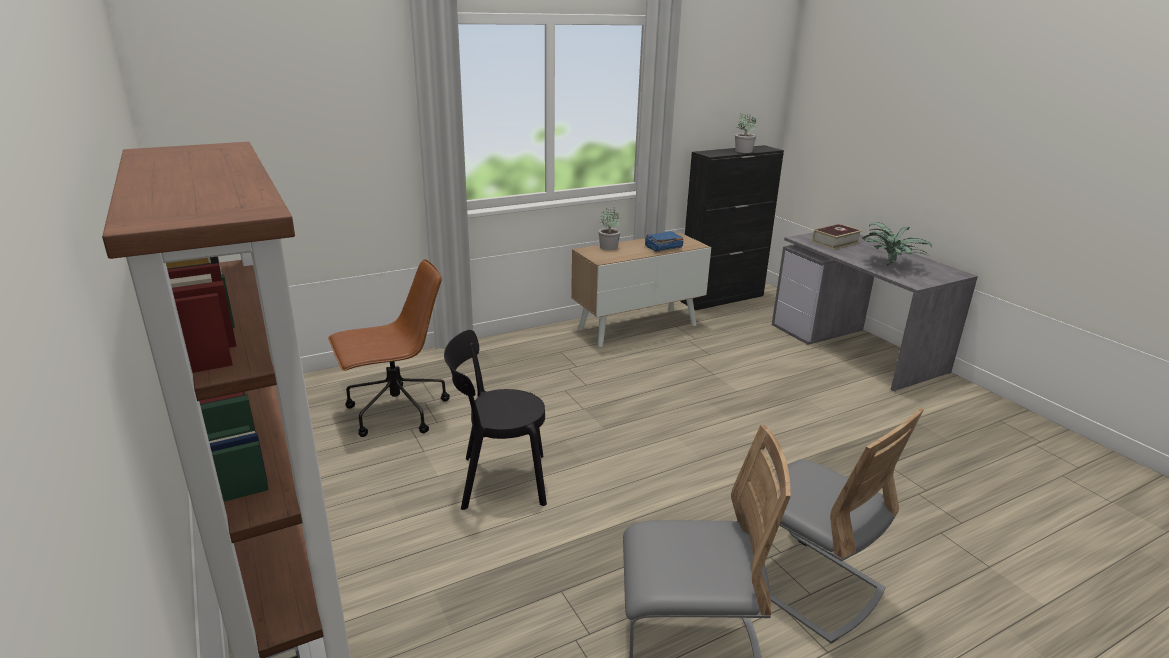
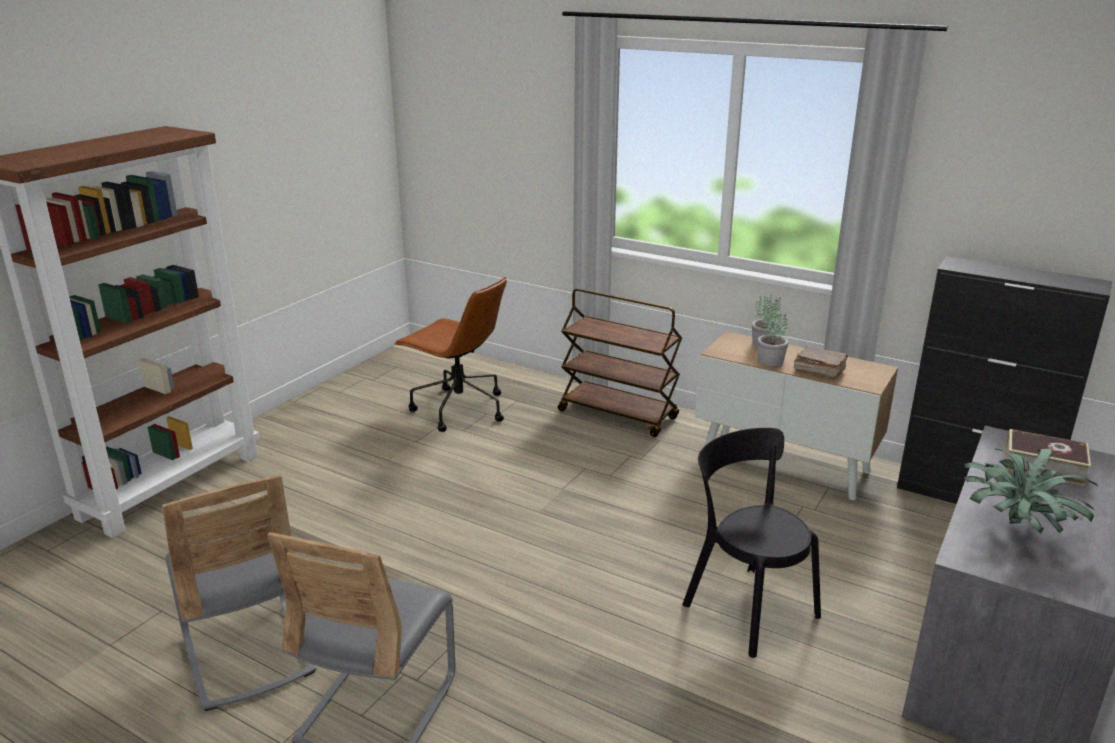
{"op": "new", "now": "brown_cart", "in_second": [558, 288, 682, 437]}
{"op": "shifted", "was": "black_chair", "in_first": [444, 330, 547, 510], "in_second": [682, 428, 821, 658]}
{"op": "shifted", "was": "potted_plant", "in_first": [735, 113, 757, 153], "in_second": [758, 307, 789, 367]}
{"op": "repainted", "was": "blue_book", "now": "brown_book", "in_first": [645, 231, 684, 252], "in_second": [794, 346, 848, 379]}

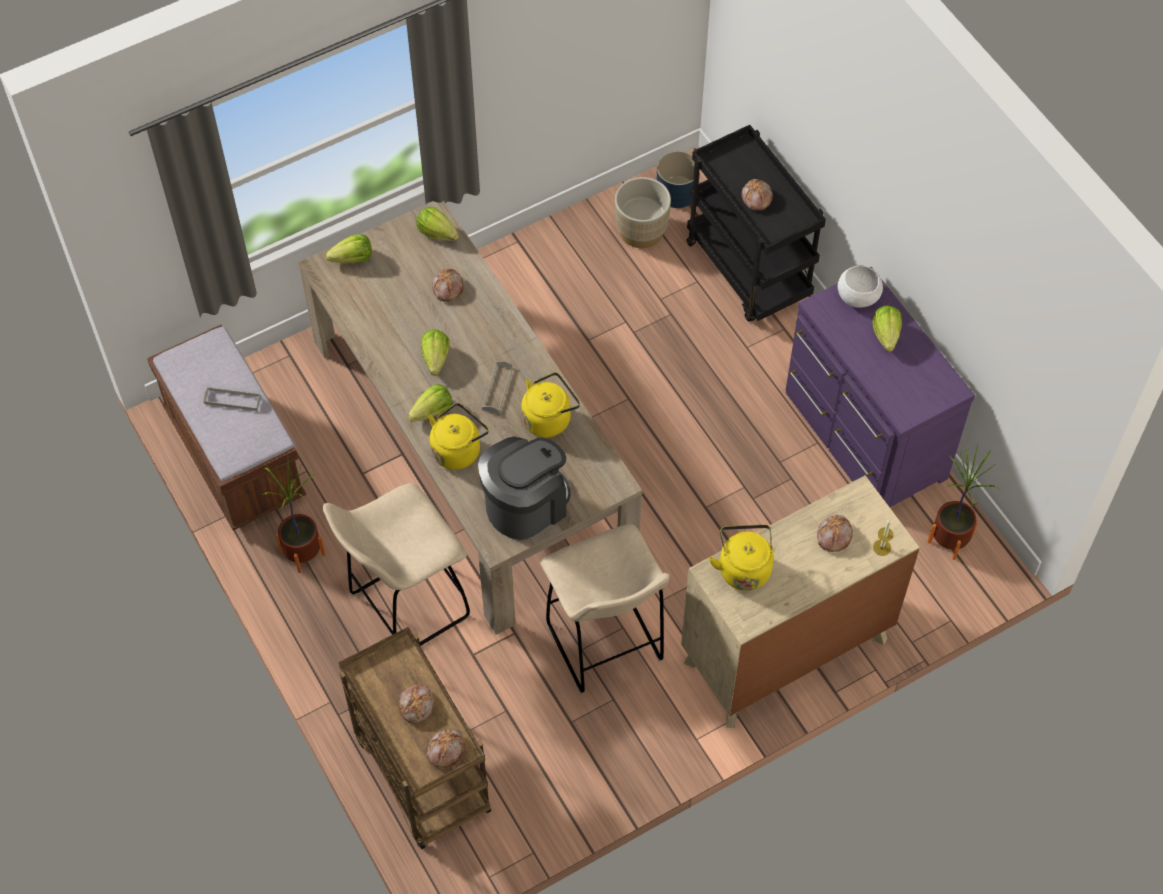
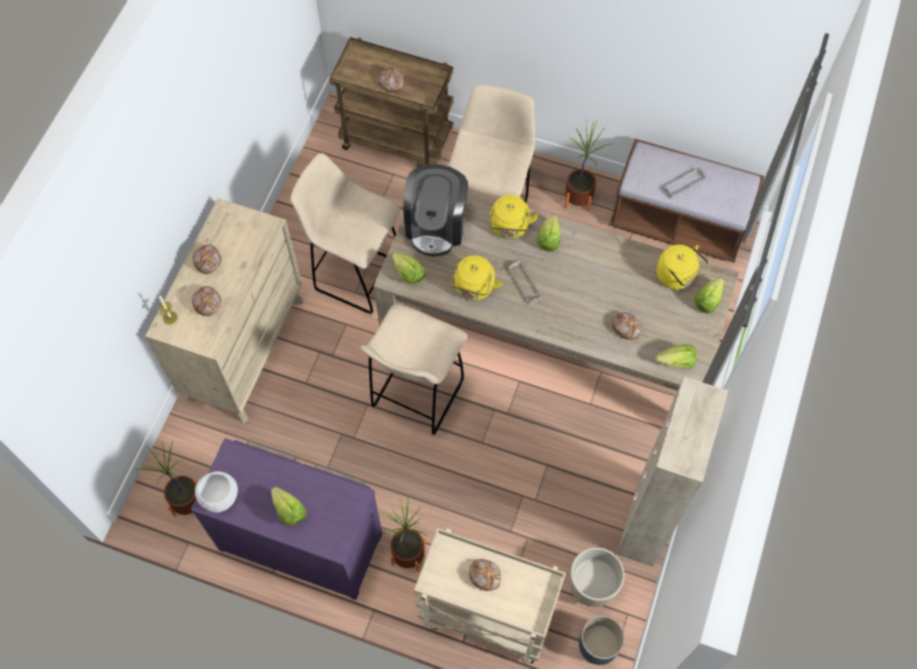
{"op": "new", "now": "beige_stool", "in_second": [361, 303, 468, 436]}
{"op": "new", "now": "potted_plant", "in_second": [381, 496, 427, 572]}
{"op": "new", "now": "beige_cabinet", "in_second": [617, 377, 728, 567]}
{"op": "shifted", "was": "lettuce", "in_first": [421, 329, 450, 375], "in_second": [392, 252, 425, 284]}
{"op": "shifted", "was": "bread", "in_first": [427, 729, 465, 768], "in_second": [193, 244, 221, 274]}
{"op": "shifted", "was": "yellow_kettle", "in_first": [709, 525, 774, 591], "in_second": [656, 245, 709, 290]}
{"op": "shifted", "was": "white_bowl", "in_first": [838, 266, 883, 308], "in_second": [195, 471, 238, 513]}
{"op": "repainted", "was": "black_cart", "now": "beige_cart", "in_first": [686, 125, 826, 322], "in_second": [414, 528, 566, 664]}

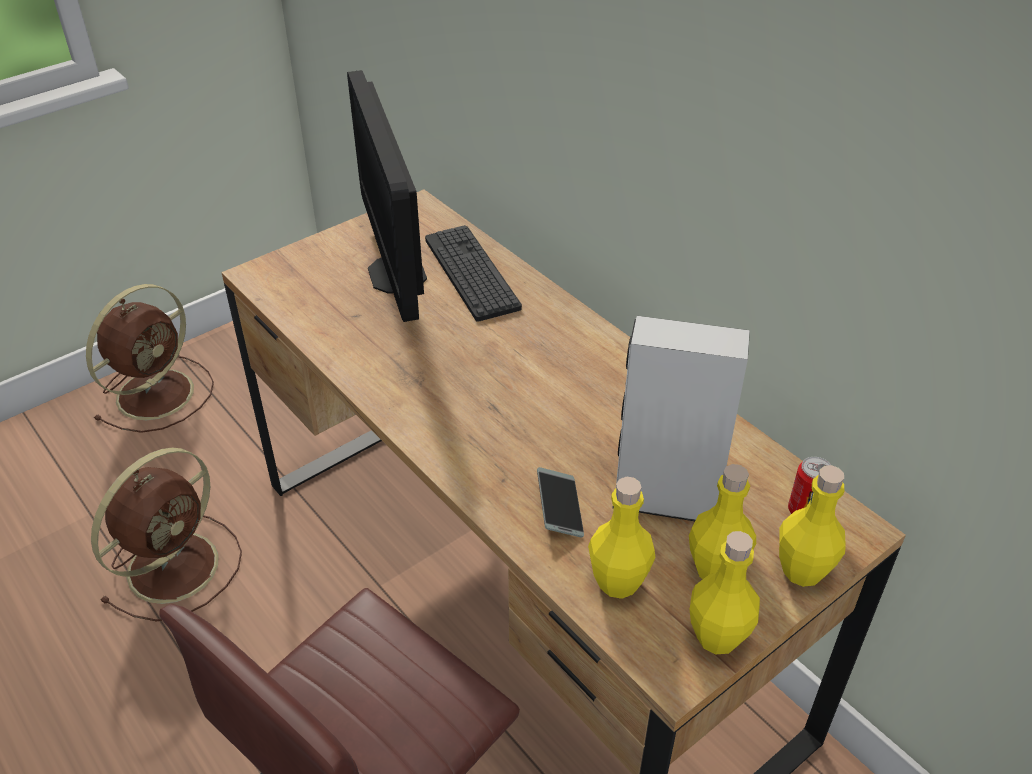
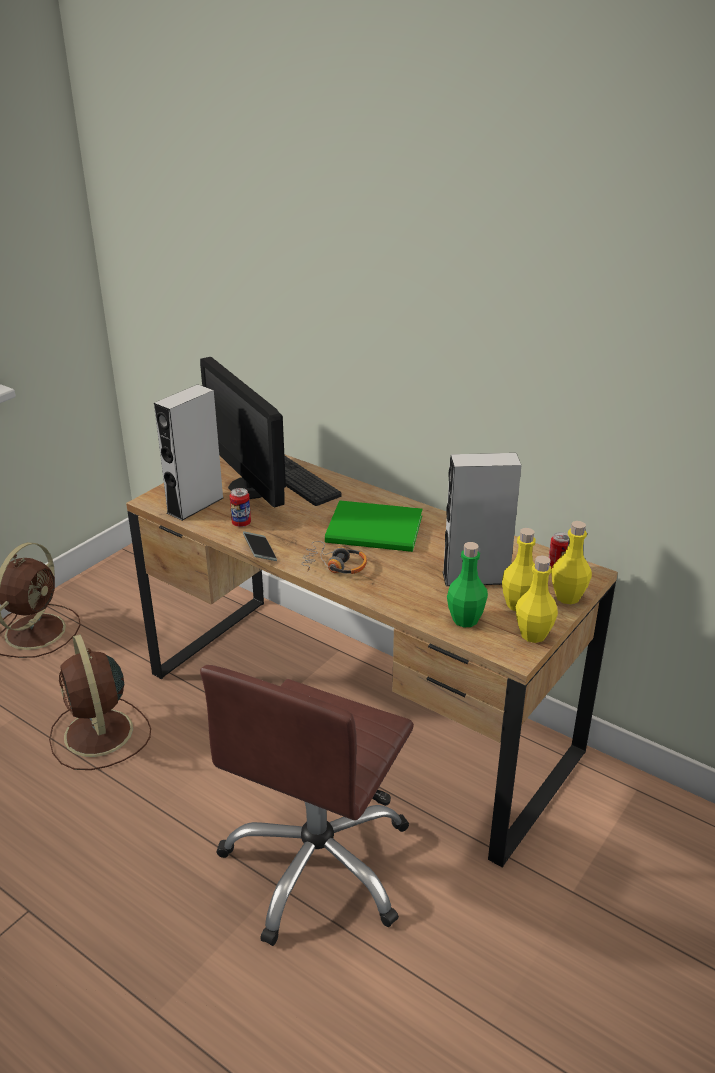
{"op": "new", "now": "grey_speaker", "in_second": [154, 384, 224, 521]}
{"op": "new", "now": "can", "in_second": [230, 488, 251, 527]}
{"op": "new", "now": "headphones", "in_second": [302, 541, 367, 574]}
{"op": "new", "now": "green_book", "in_second": [325, 500, 423, 552]}
{"op": "shifted", "was": "phone", "in_first": [537, 467, 584, 538], "in_second": [243, 531, 277, 561]}
{"op": "repainted", "was": "yellow_bottle", "now": "green_bottle", "in_first": [588, 477, 656, 599], "in_second": [447, 542, 488, 627]}
{"op": "rotated", "was": "brown_fan", "in_first": [91, 448, 242, 621], "in_second": [49, 634, 151, 770], "clockwise": 135}

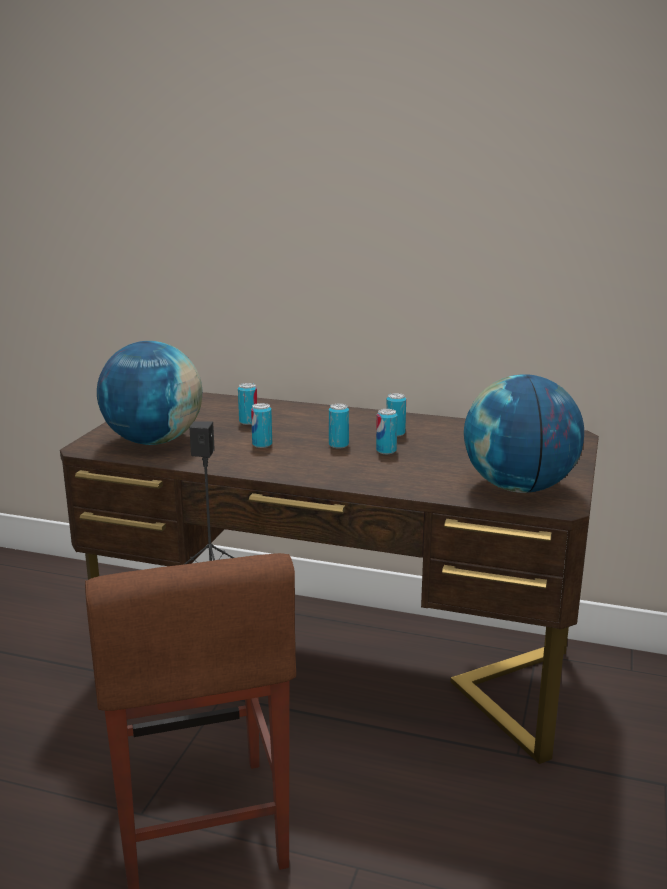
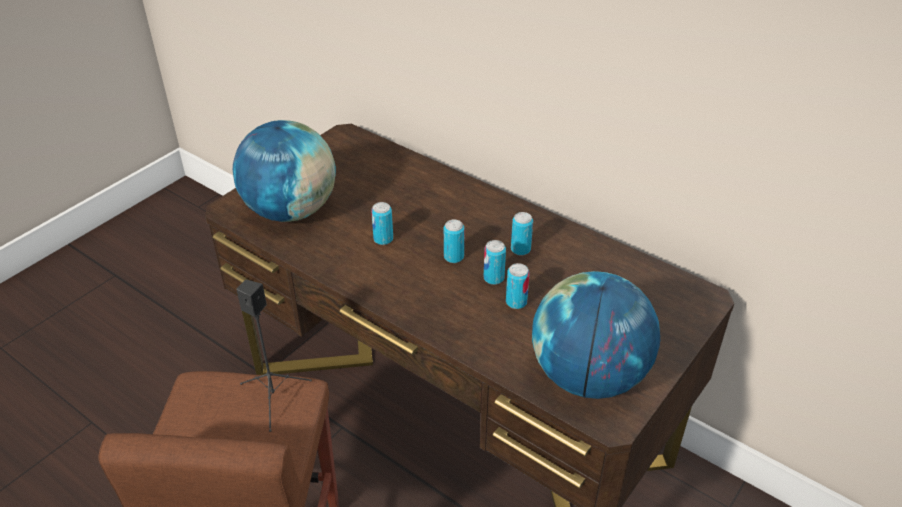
{"op": "shifted", "was": "can", "in_first": [238, 383, 257, 425], "in_second": [506, 263, 530, 309]}

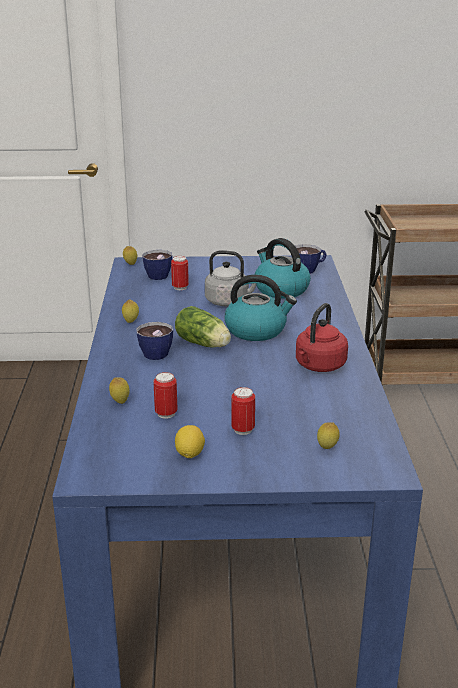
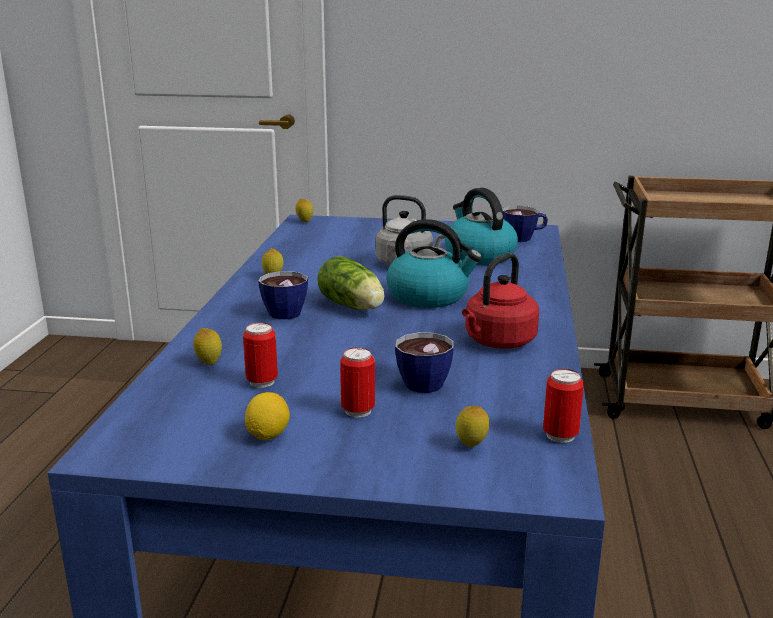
{"op": "shifted", "was": "cup", "in_first": [142, 250, 172, 280], "in_second": [395, 332, 454, 393]}
{"op": "shifted", "was": "can", "in_first": [171, 256, 189, 290], "in_second": [543, 369, 584, 443]}

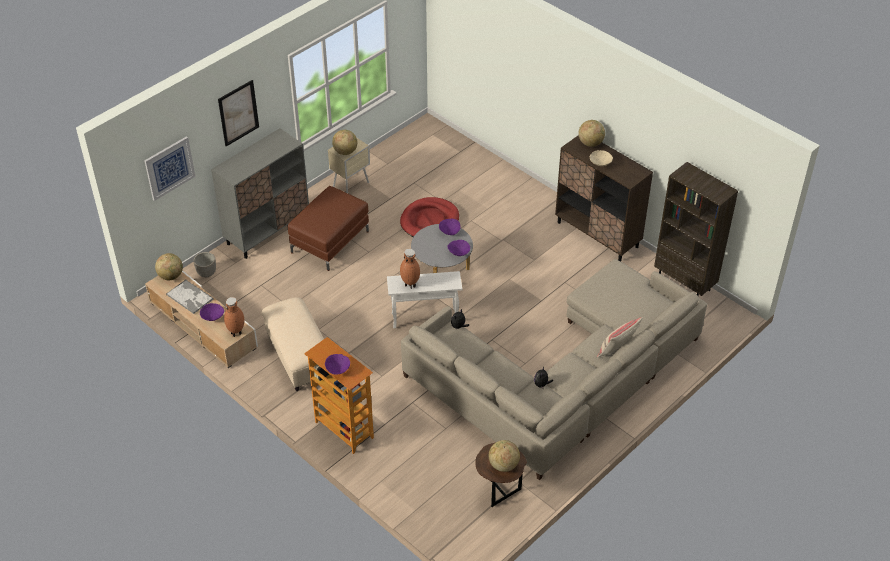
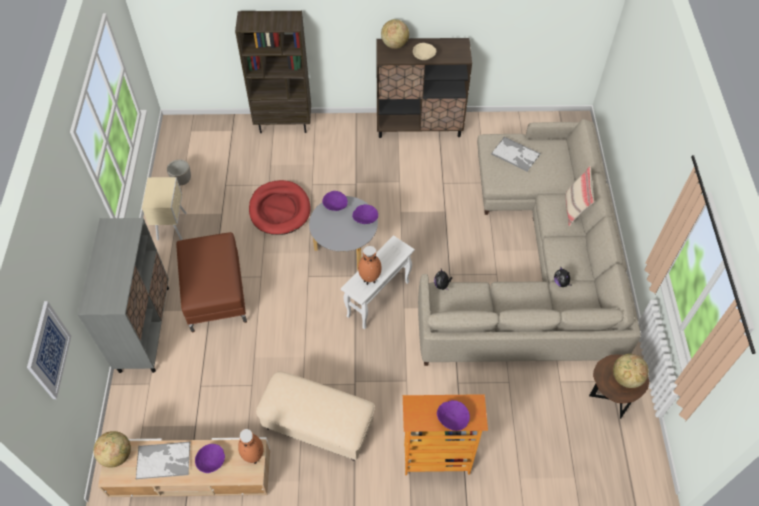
{"op": "gone", "was": "picture", "in_first": [218, 80, 259, 146]}
{"op": "gone", "was": "globe", "in_first": [332, 130, 357, 155]}
{"op": "new", "now": "tray", "in_second": [491, 136, 541, 172]}
{"op": "shifted", "was": "planter", "in_first": [193, 252, 216, 277], "in_second": [167, 159, 191, 185]}
{"op": "shifted", "was": "brown_bookcase", "in_first": [654, 162, 738, 296], "in_second": [235, 11, 311, 133]}

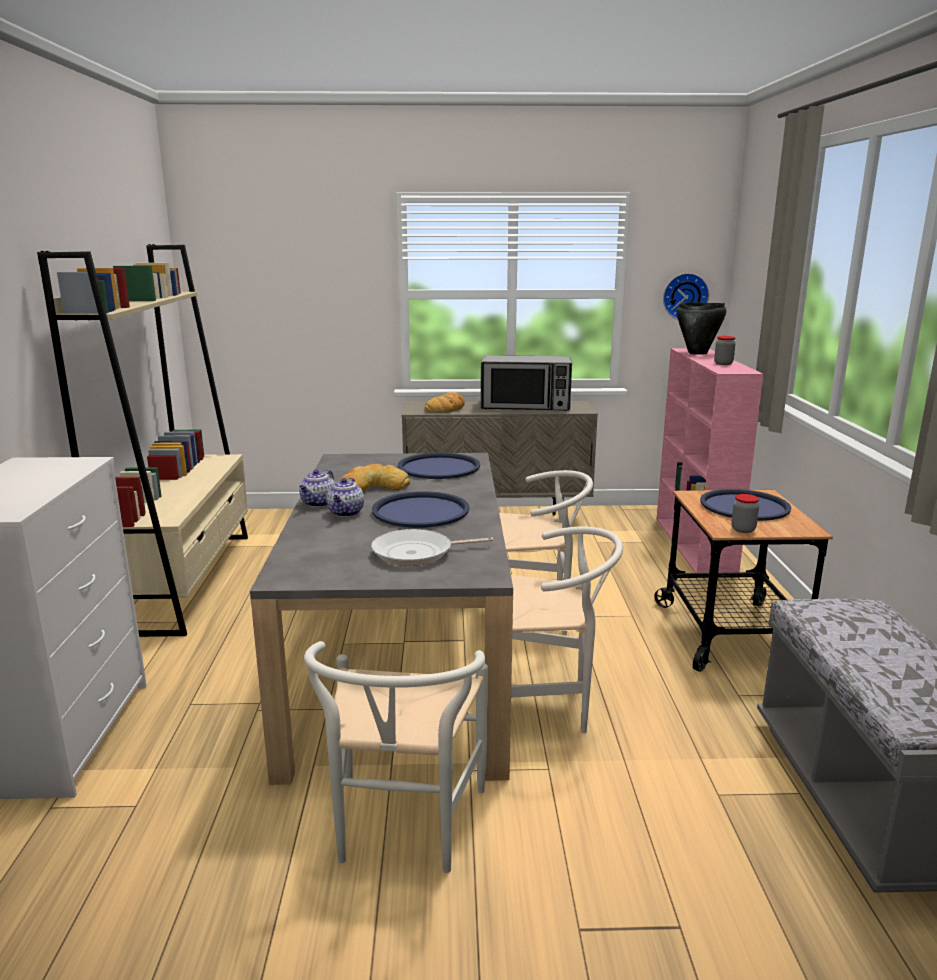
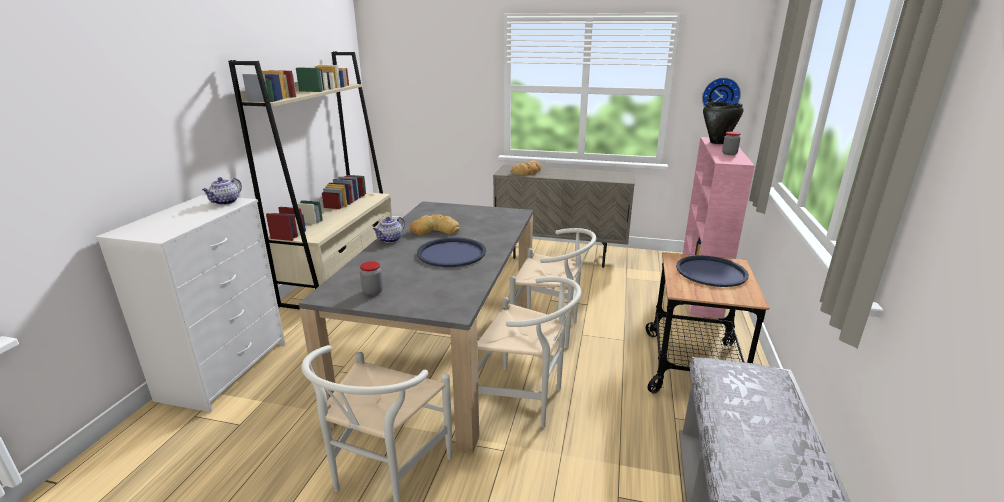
{"op": "gone", "was": "frying_pan", "in_first": [371, 529, 493, 566]}
{"op": "gone", "was": "blue_tray", "in_first": [398, 452, 480, 479]}
{"op": "gone", "was": "microwave", "in_first": [481, 355, 572, 411]}
{"op": "shifted", "was": "teapot", "in_first": [326, 478, 364, 517], "in_second": [202, 177, 242, 205]}
{"op": "shifted", "was": "jar", "in_first": [731, 494, 759, 533], "in_second": [360, 261, 383, 296]}

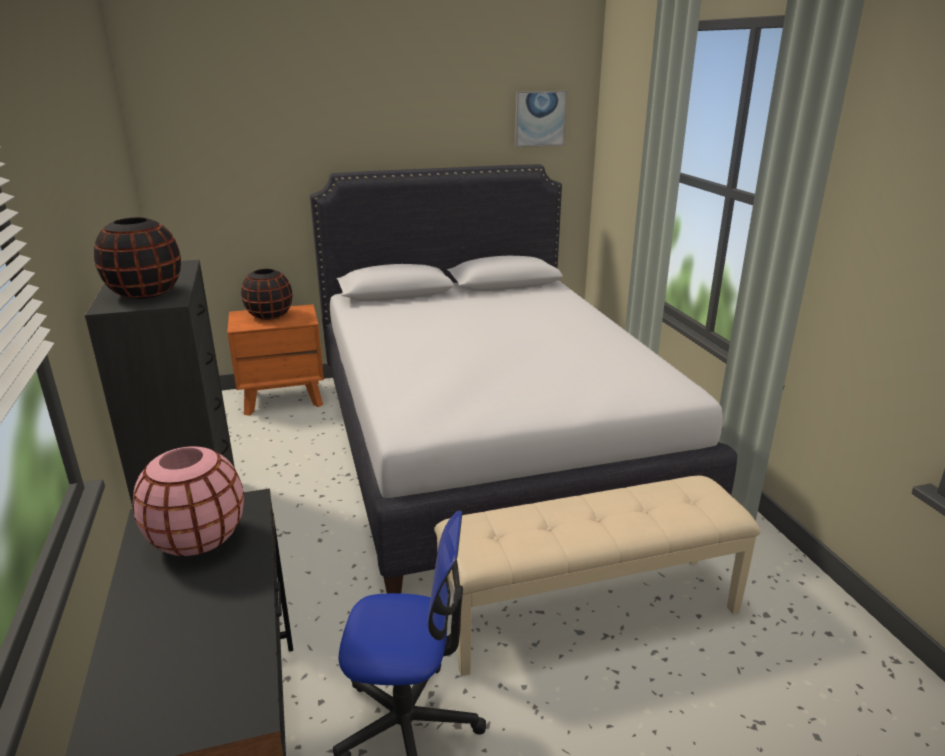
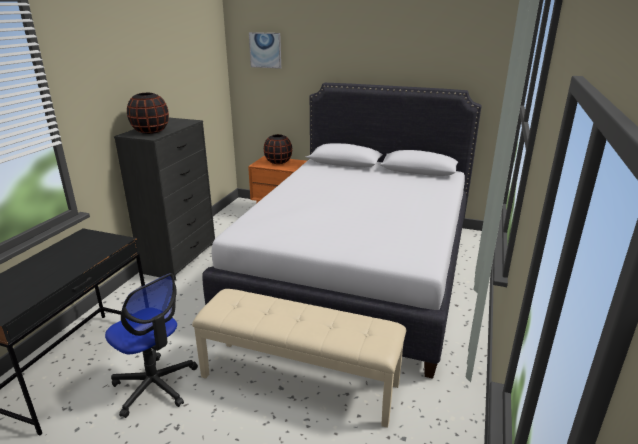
{"op": "gone", "was": "pink_vase", "in_first": [133, 446, 244, 556]}
{"op": "shifted", "was": "picture", "in_first": [515, 91, 567, 147], "in_second": [249, 32, 281, 69]}

